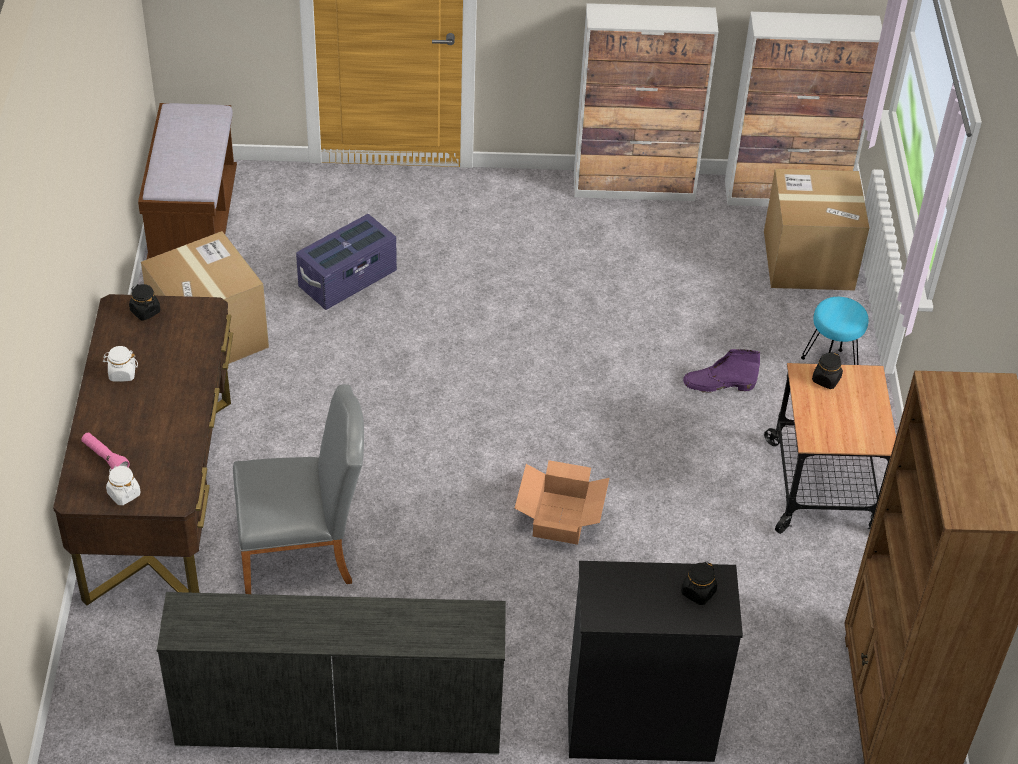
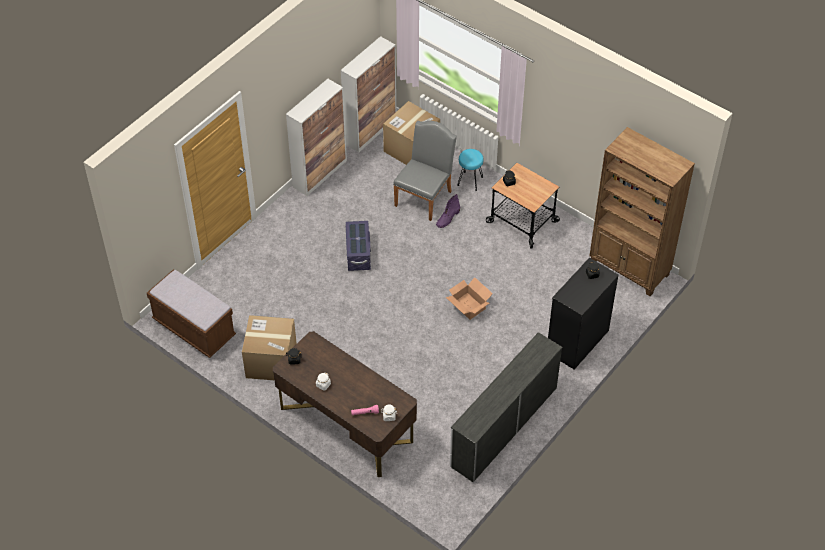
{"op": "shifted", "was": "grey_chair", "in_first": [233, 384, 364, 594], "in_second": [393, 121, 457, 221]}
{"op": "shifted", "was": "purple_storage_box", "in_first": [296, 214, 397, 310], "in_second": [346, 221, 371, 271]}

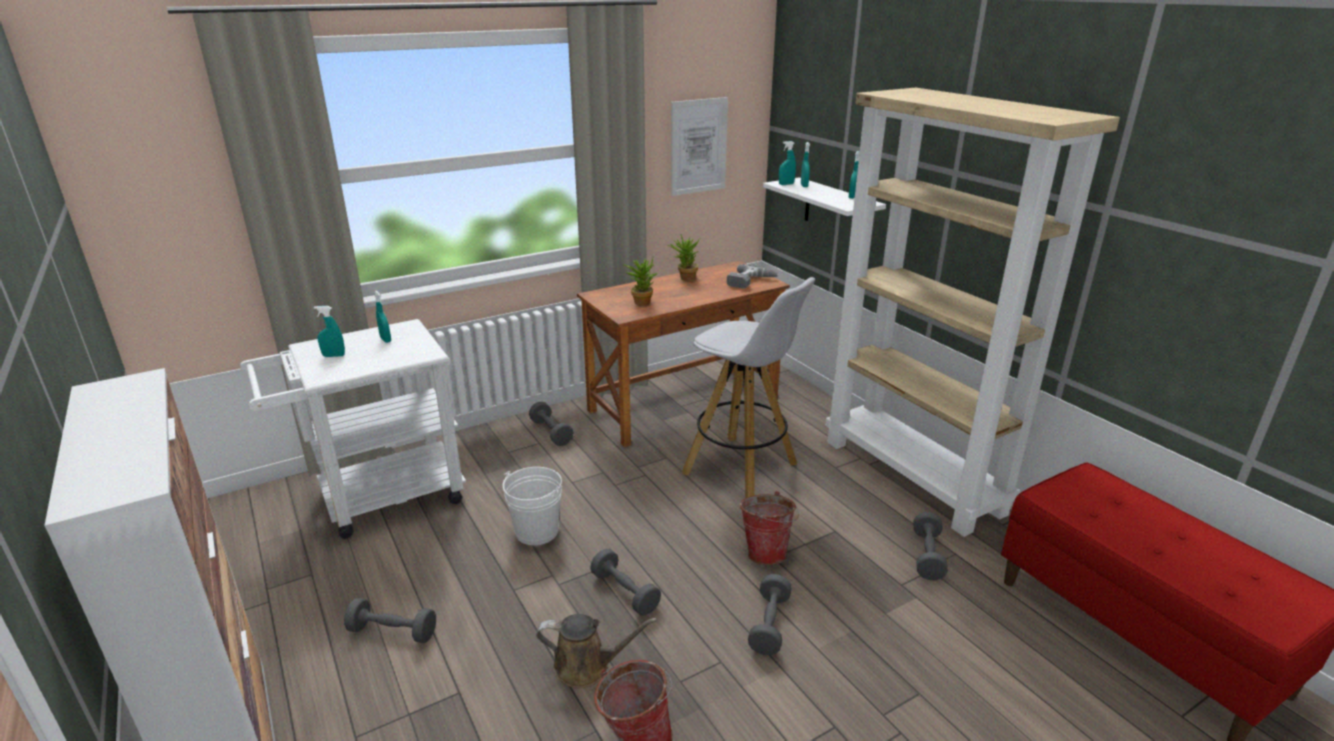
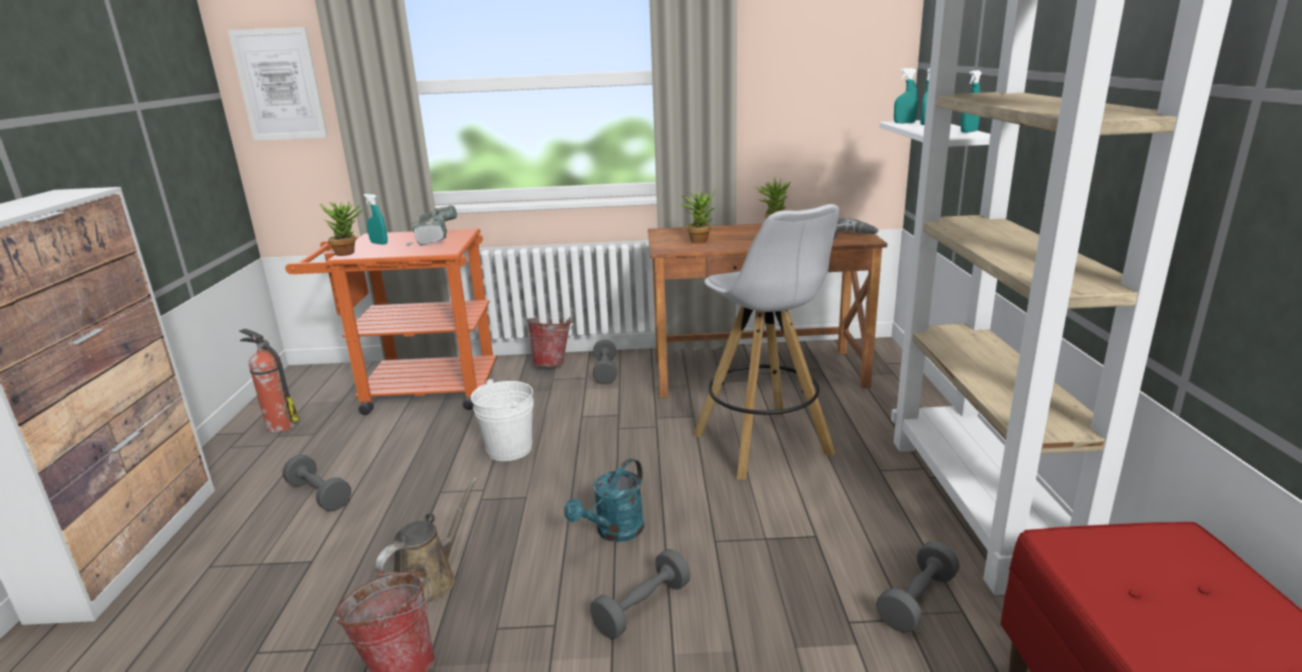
{"op": "gone", "was": "grey_dumbbell", "in_first": [590, 548, 661, 616]}
{"op": "new", "now": "fire_extinguisher", "in_second": [239, 329, 299, 433]}
{"op": "new", "now": "potted_plant", "in_second": [320, 202, 363, 256]}
{"op": "new", "now": "turquoise_watering_can", "in_second": [564, 458, 645, 542]}
{"op": "shifted", "was": "picture", "in_first": [671, 97, 728, 196], "in_second": [228, 27, 328, 141]}
{"op": "shifted", "was": "bucket", "in_first": [740, 491, 799, 565], "in_second": [527, 317, 574, 367]}
{"op": "swapped", "was": "turquoise_spray_bottle", "now": "power_drill", "in_first": [374, 291, 391, 343], "in_second": [406, 205, 457, 246]}
{"op": "repainted", "was": "white_cart", "now": "orange_cart", "in_first": [240, 319, 466, 539], "in_second": [285, 228, 497, 415]}
{"op": "rotated", "was": "brown_watering_can", "in_first": [536, 614, 657, 688], "in_second": [375, 477, 478, 602], "clockwise": -90}

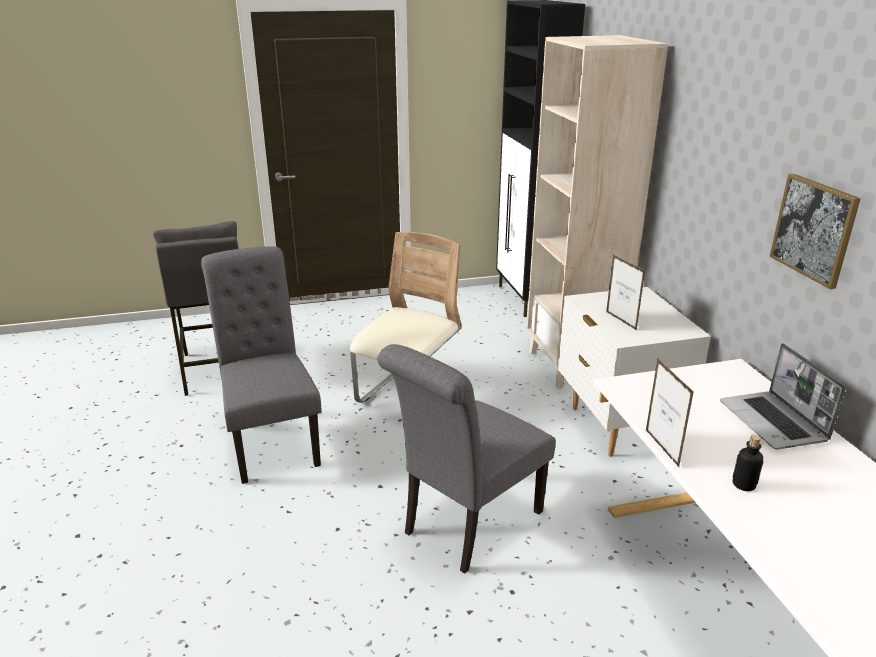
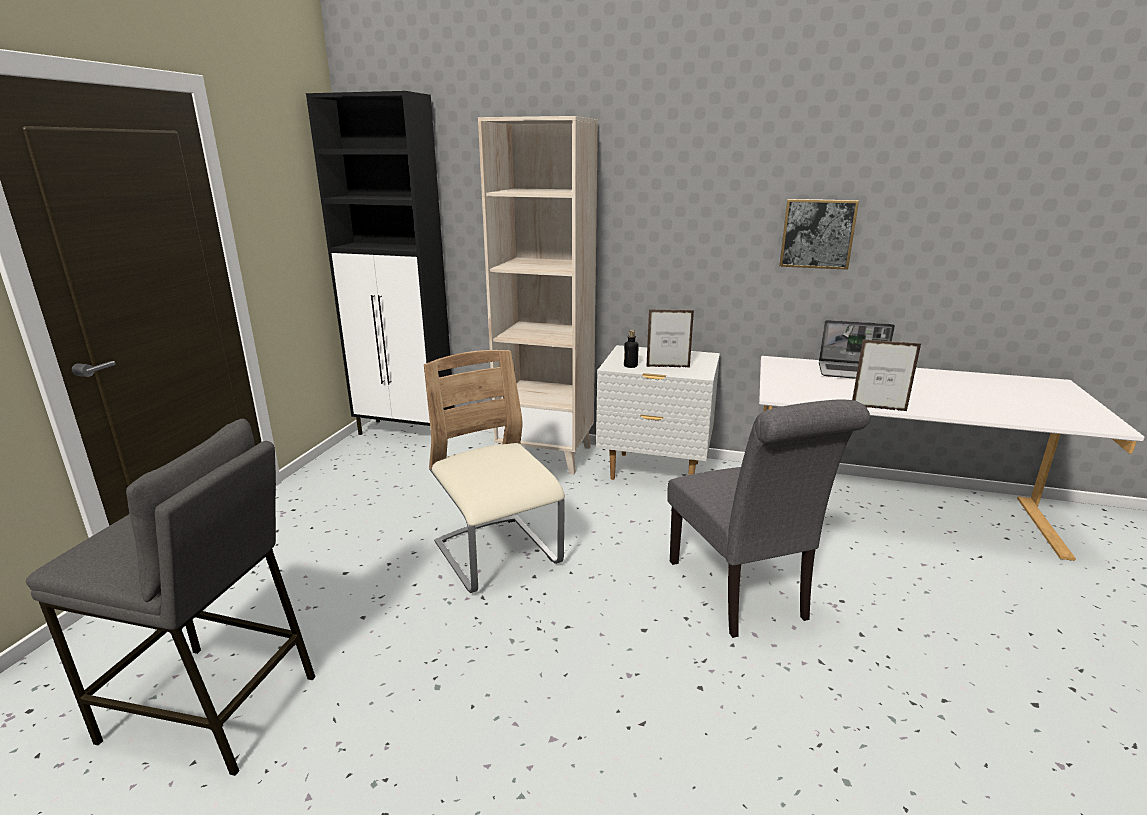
{"op": "gone", "was": "grey_chair", "in_first": [201, 246, 322, 484]}
{"op": "shifted", "was": "bottle", "in_first": [732, 435, 763, 491], "in_second": [624, 330, 639, 368]}

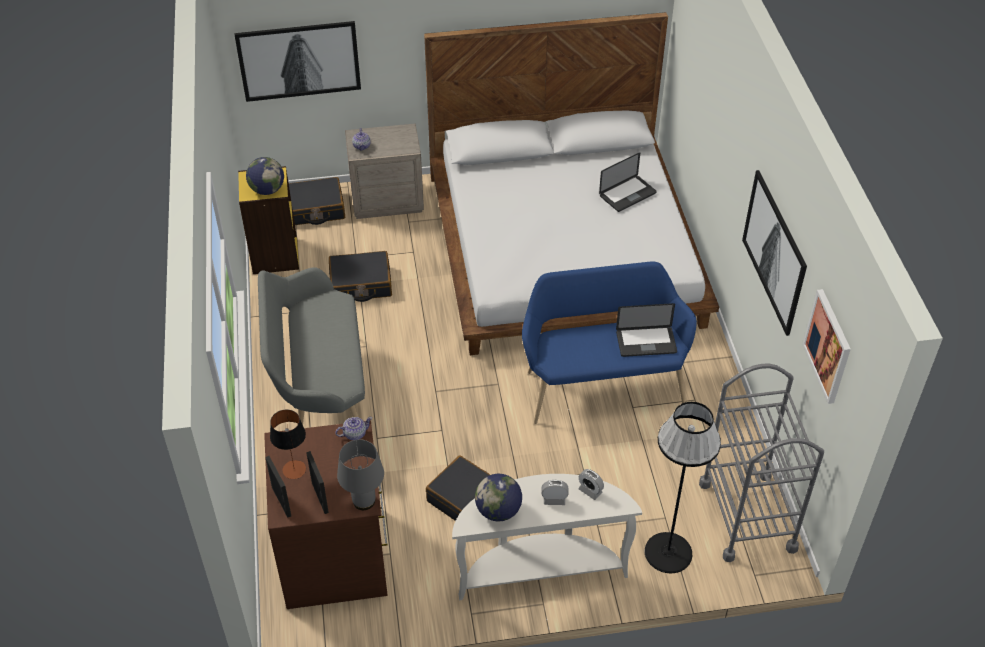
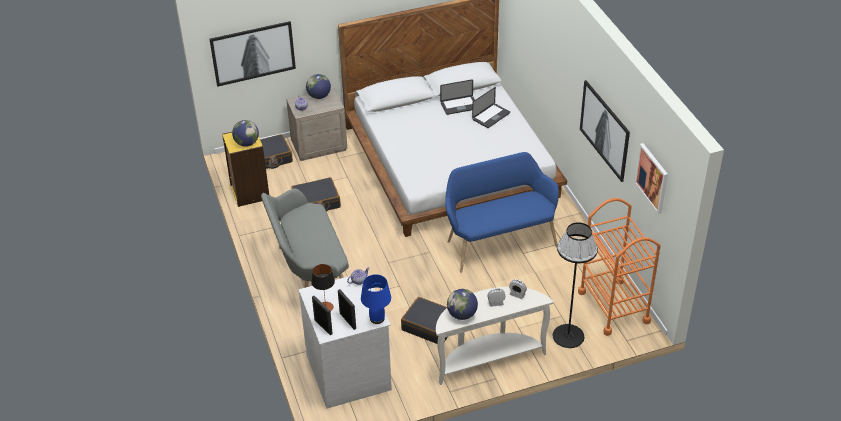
{"op": "new", "now": "globe", "in_second": [306, 74, 331, 99]}
{"op": "shifted", "was": "laptop", "in_first": [616, 303, 677, 357], "in_second": [440, 79, 475, 115]}
{"op": "repainted", "was": "brown_dresser", "now": "white_dresser", "in_first": [264, 420, 388, 609], "in_second": [299, 275, 392, 409]}
{"op": "repainted", "was": "grey_table_lamp", "now": "blue_table_lamp", "in_first": [337, 439, 384, 510], "in_second": [361, 274, 391, 324]}
{"op": "repainted", "was": "grey_cart", "now": "orange_cart", "in_first": [699, 364, 824, 562], "in_second": [578, 198, 661, 336]}

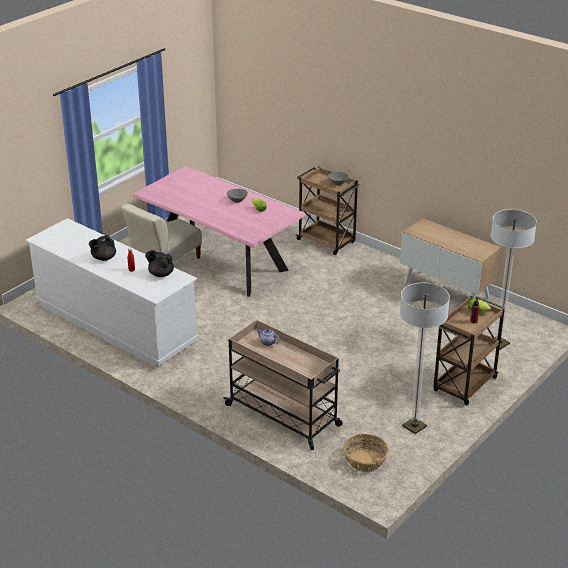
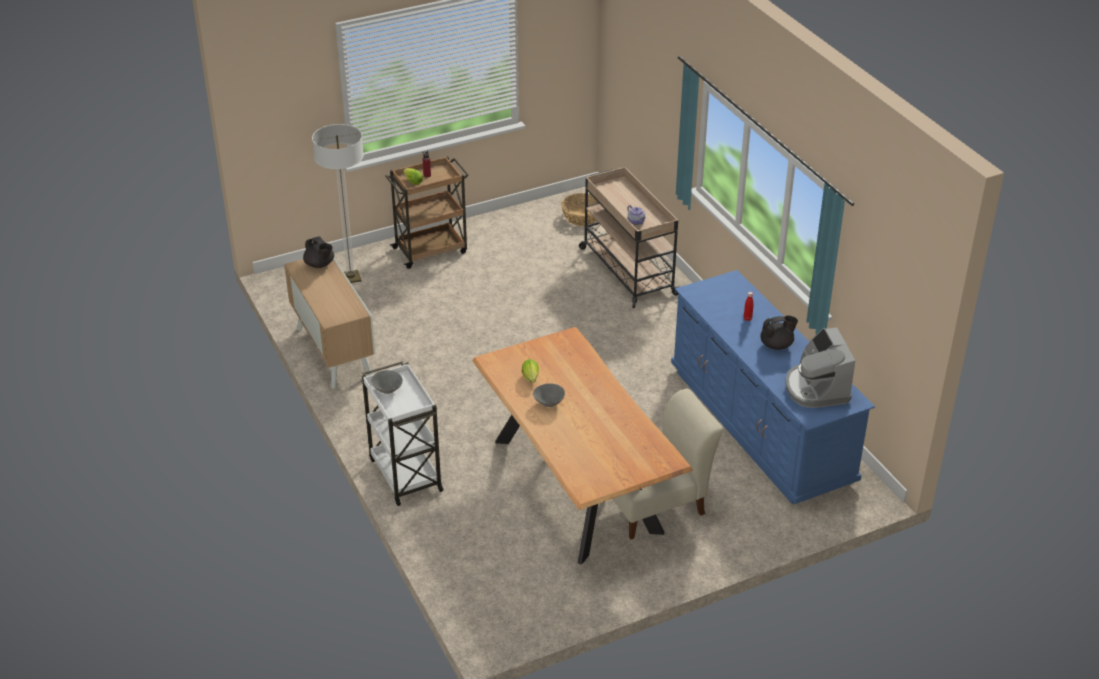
{"op": "gone", "was": "floor_lamp", "in_first": [400, 282, 450, 434]}
{"op": "new", "now": "coffee_machine", "in_second": [785, 328, 855, 408]}
{"op": "shifted", "was": "black_teapot", "in_first": [145, 250, 174, 277], "in_second": [303, 236, 334, 268]}
{"op": "repainted", "was": "white_dresser", "now": "blue_dresser", "in_first": [25, 218, 199, 368], "in_second": [671, 270, 875, 504]}
{"op": "repainted", "was": "pink_dining_table", "now": "brown_dining_table", "in_first": [132, 166, 306, 297], "in_second": [472, 327, 693, 565]}
{"op": "repainted", "was": "brown_cart", "now": "white_cart", "in_first": [296, 166, 360, 255], "in_second": [362, 361, 443, 506]}

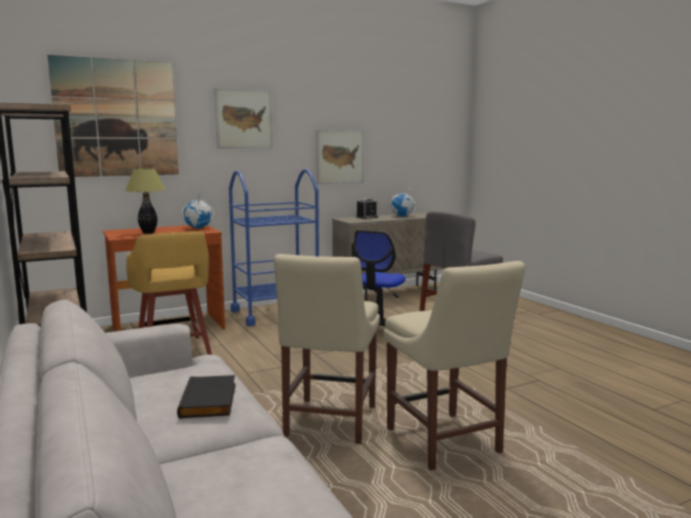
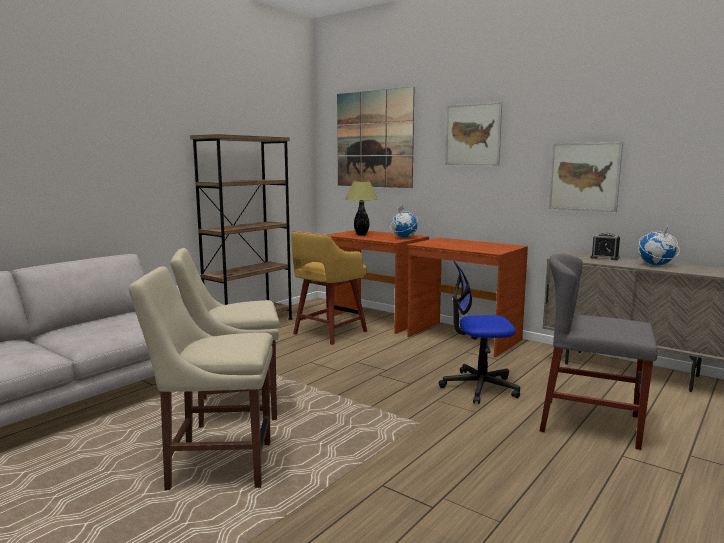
{"op": "gone", "was": "black_book", "in_first": [177, 375, 236, 419]}
{"op": "swapped", "was": "blue_cart", "now": "brown_desk", "in_first": [229, 169, 319, 326], "in_second": [406, 238, 528, 357]}
{"op": "rotated", "was": "beige_chair", "in_first": [384, 261, 525, 471], "in_second": [129, 266, 273, 490], "clockwise": 45}

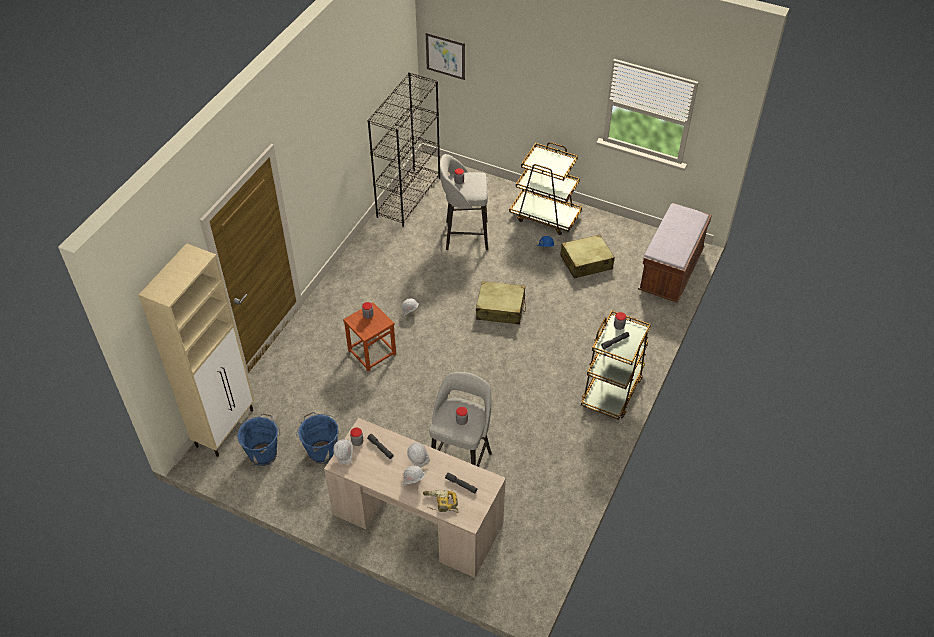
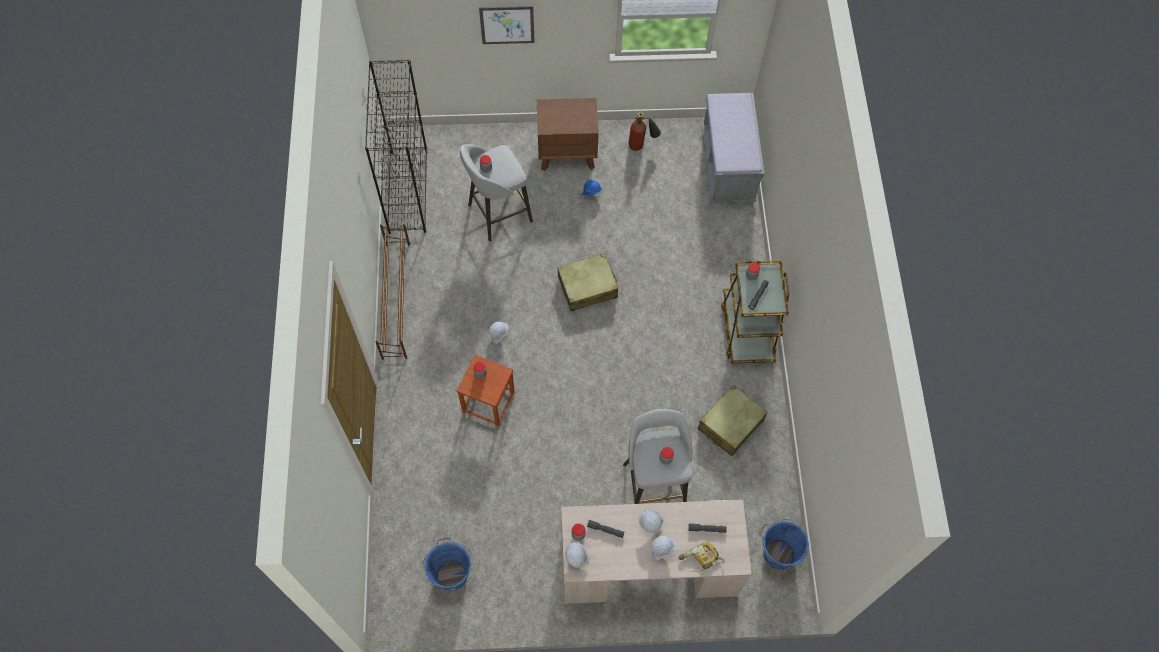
{"op": "gone", "was": "beige_cabinet", "in_first": [139, 243, 254, 457]}
{"op": "new", "now": "brown_shoe_rack", "in_second": [376, 224, 410, 360]}
{"op": "new", "now": "fire_extinguisher", "in_second": [629, 111, 661, 151]}
{"op": "shifted", "was": "blue_bucket", "in_first": [297, 412, 338, 464], "in_second": [759, 519, 809, 570]}
{"op": "shifted", "was": "picture", "in_first": [426, 32, 465, 80], "in_second": [479, 6, 535, 44]}
{"op": "shifted", "was": "beige_suitcase", "in_first": [560, 234, 615, 279], "in_second": [698, 385, 768, 456]}
{"op": "swapped", "was": "brown_cart", "now": "brown_nightstand", "in_first": [509, 142, 582, 235], "in_second": [537, 98, 599, 171]}
{"op": "repainted", "was": "brown_bench", "now": "grey_bench", "in_first": [638, 203, 712, 303], "in_second": [702, 93, 764, 203]}

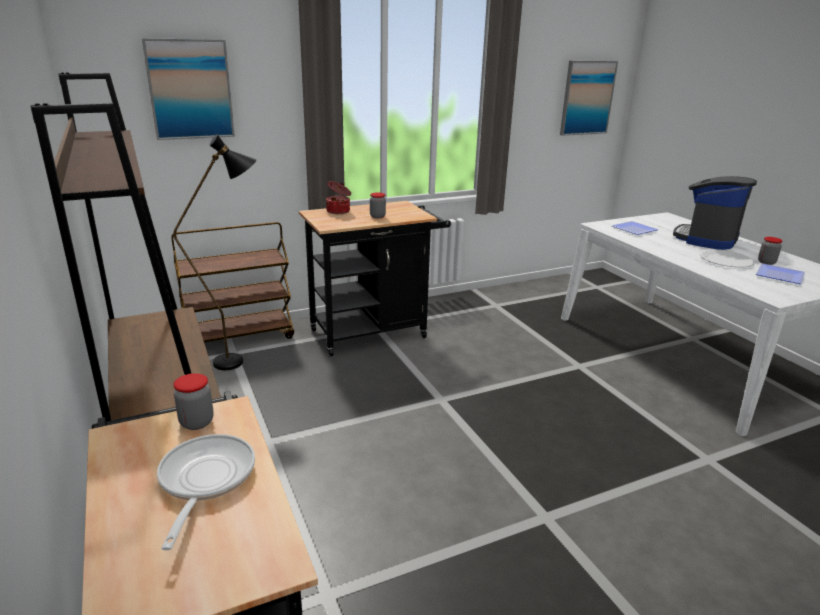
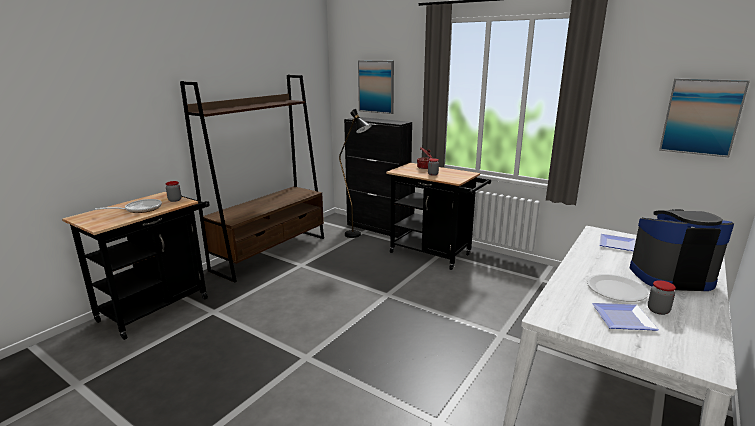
{"op": "swapped", "was": "brown_cart", "now": "black_cabinet", "in_first": [171, 222, 294, 343], "in_second": [344, 117, 412, 238]}

